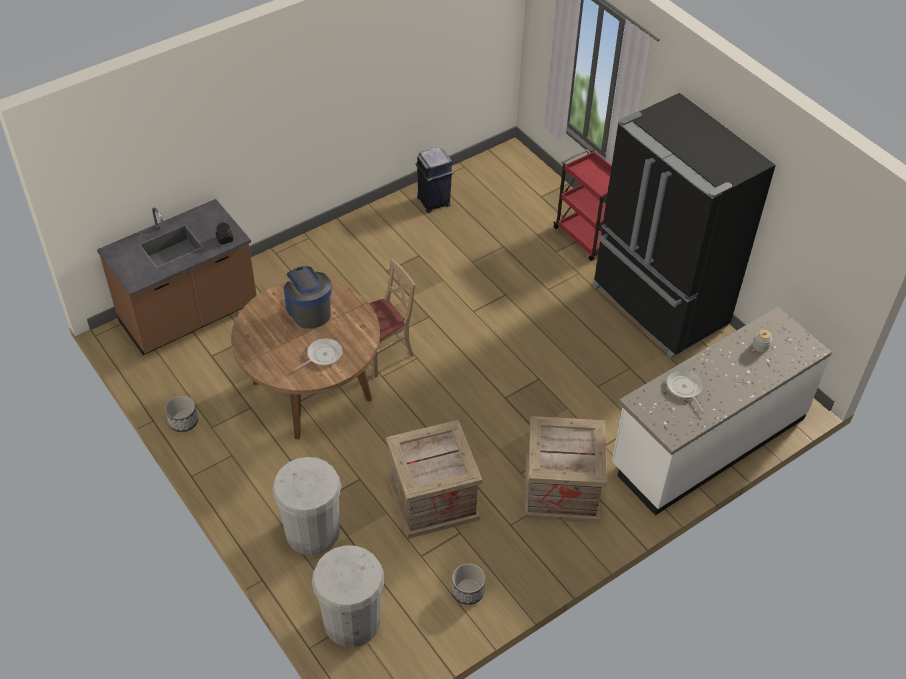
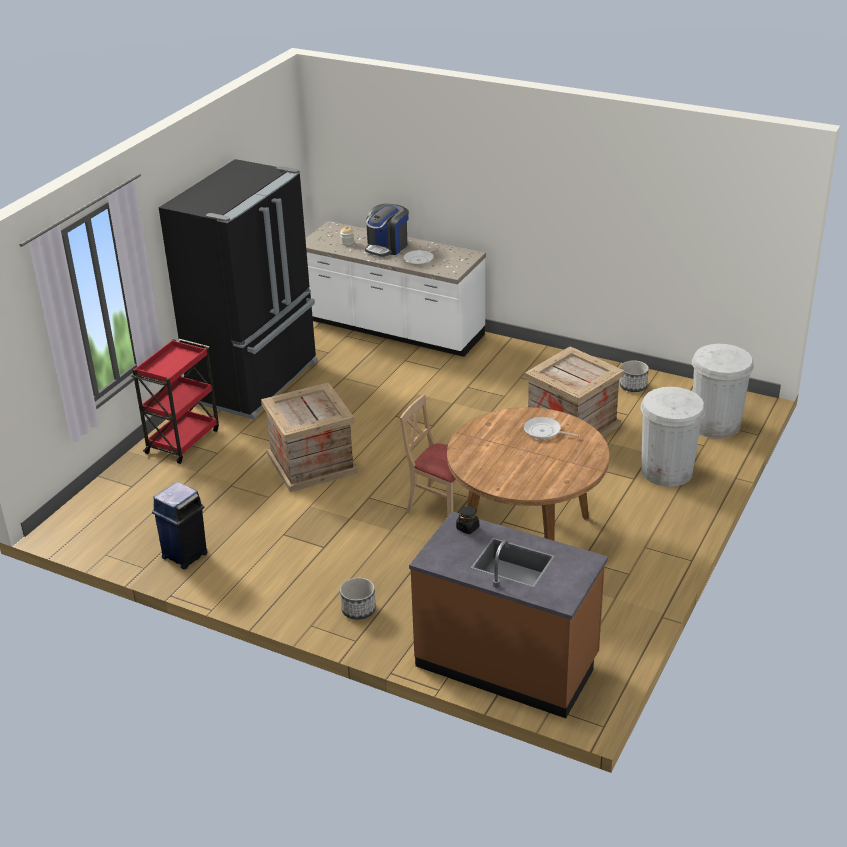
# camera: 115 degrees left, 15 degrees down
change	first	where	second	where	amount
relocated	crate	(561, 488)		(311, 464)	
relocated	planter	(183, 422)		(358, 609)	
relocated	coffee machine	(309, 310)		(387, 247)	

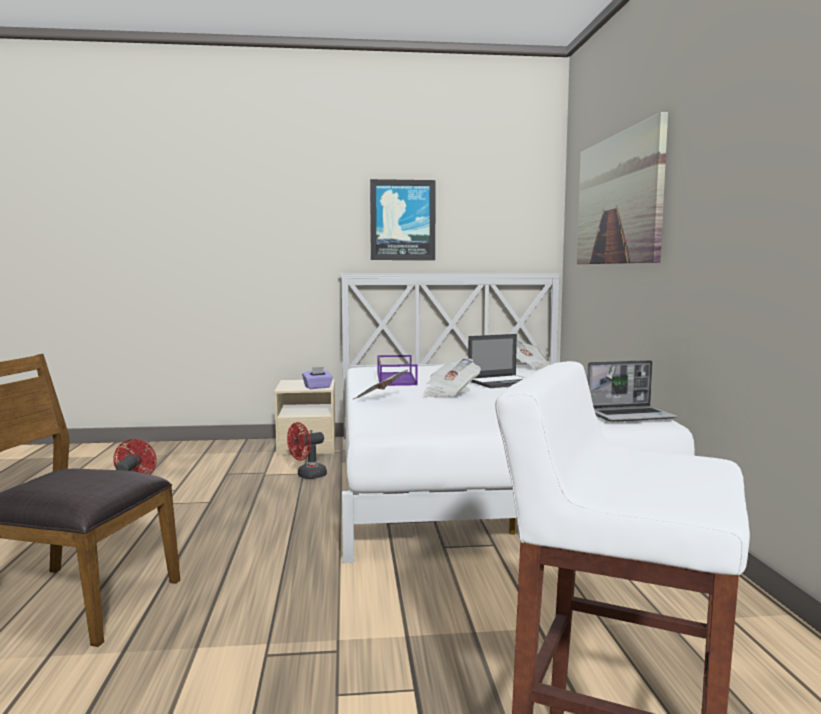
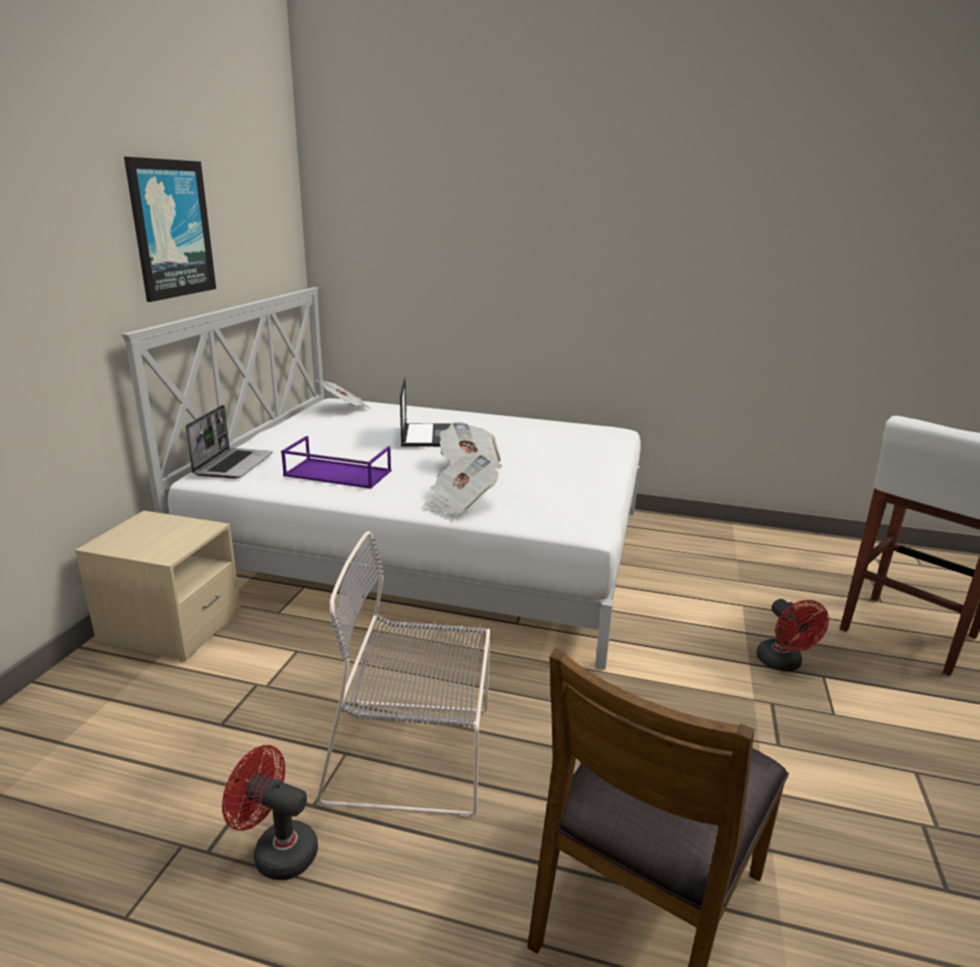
# camera: 70 degrees left, 15 degrees up
change	first	where	second	where	amount
relocated	laptop	(631, 415)		(233, 464)	
appeared			grey chair	(416, 754)	
relocated	red fan	(307, 476)		(783, 664)	
missing	purple tissue box	(317, 387)			
missing	picture	(618, 200)			

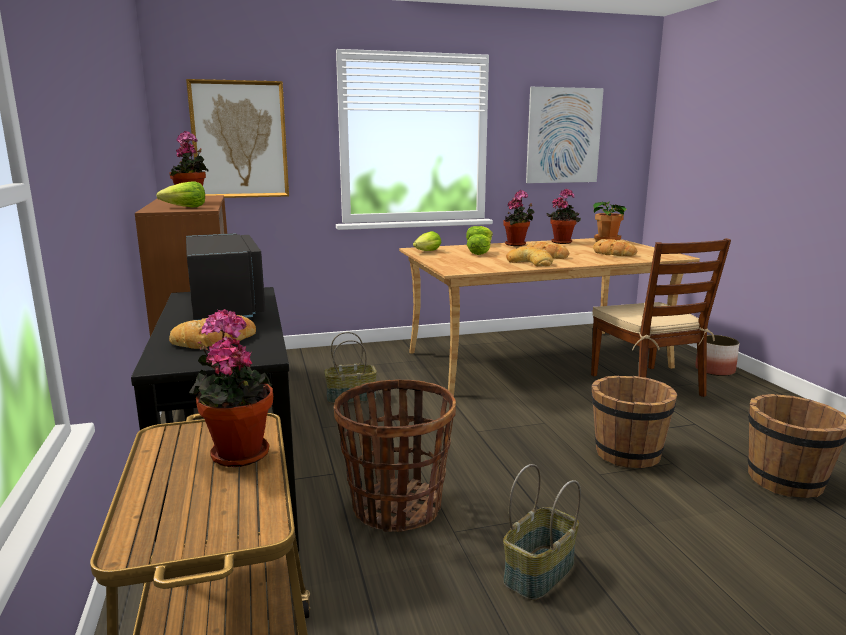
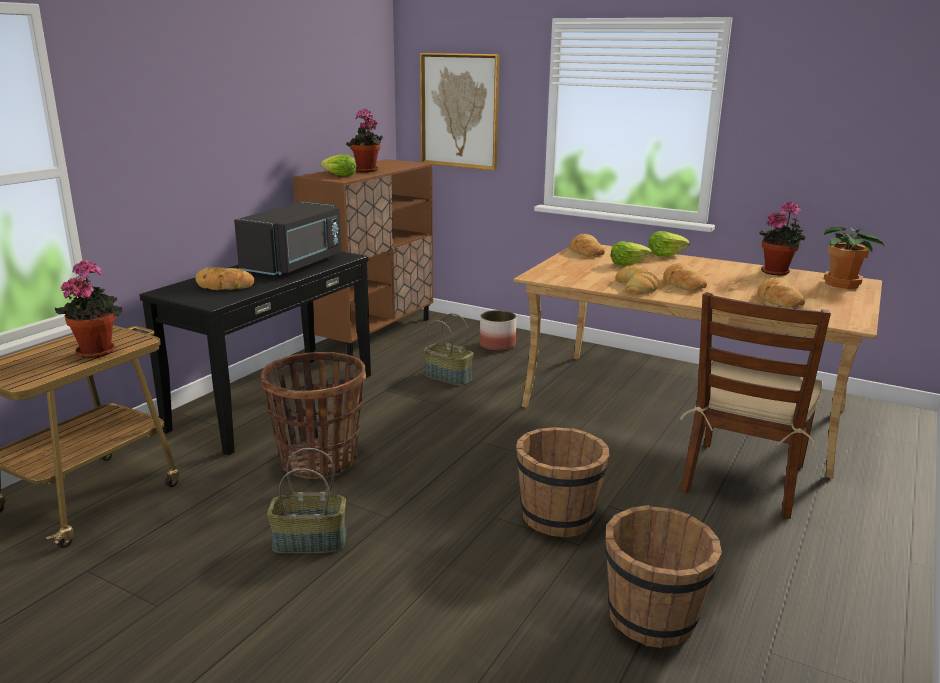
# camera: 45 degrees right, 5 degrees up
change	first	where	second	where	amount
relocated	planter	(715, 370)		(497, 345)	
exchanged	lettuce	(427, 251)	bread	(586, 251)	
missing	potted plant	(517, 244)			
missing	picture	(563, 136)			

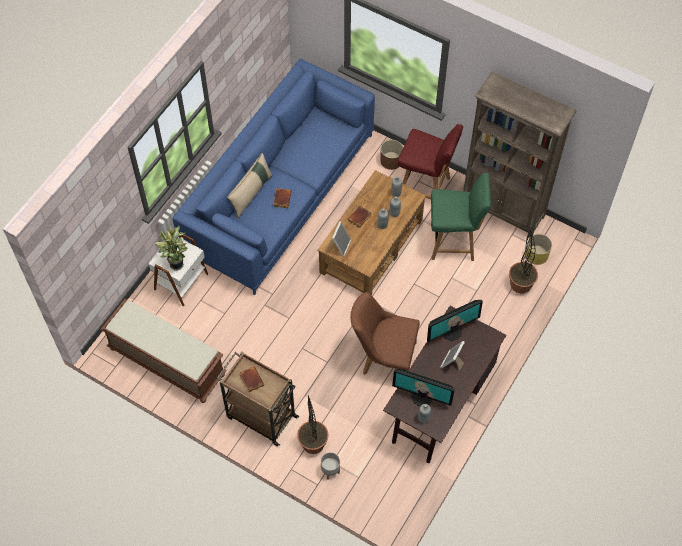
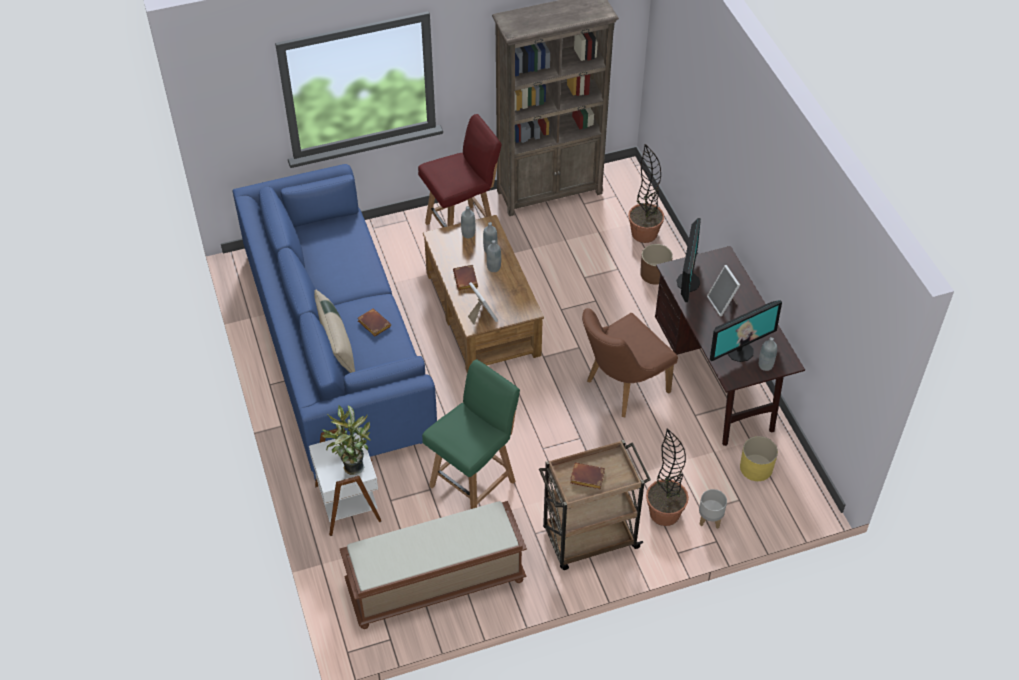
# camera: 50 degrees left, 10 degrees down
change	first	where	second	where	amount
relocated	green chair	(453, 242)		(474, 482)	
relocated	brown planter	(391, 161)		(655, 274)	
relocated	yellow planter	(536, 255)		(756, 468)	

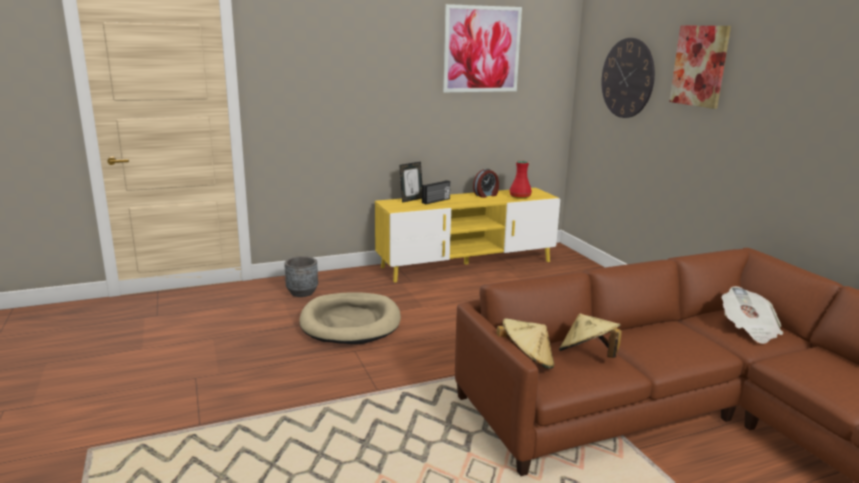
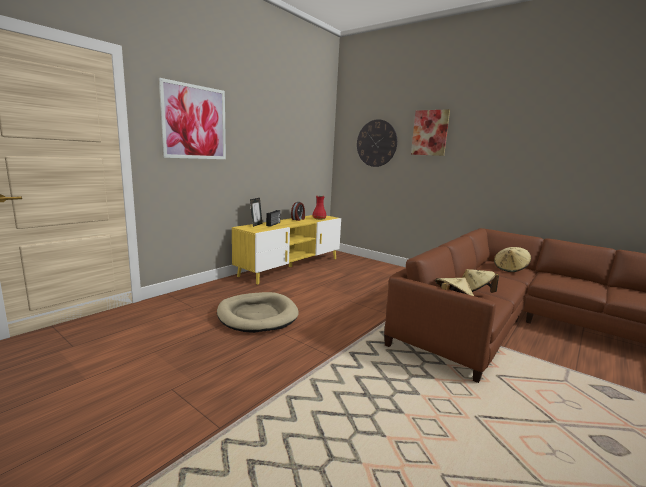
# camera: 30 degrees left, 5 degrees down
change	first	where	second	where	amount
relocated	picture	(482, 49)		(194, 122)	
exchanged	newspaper	(749, 329)	beige hat	(510, 269)	
missing	grey planter	(302, 292)			

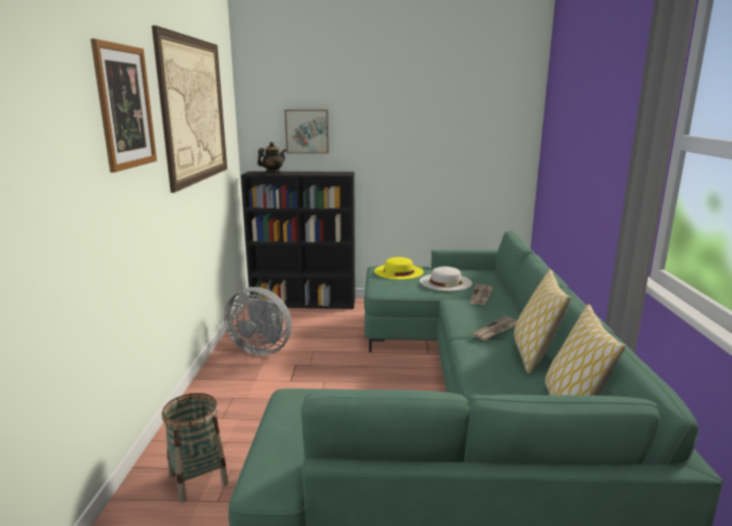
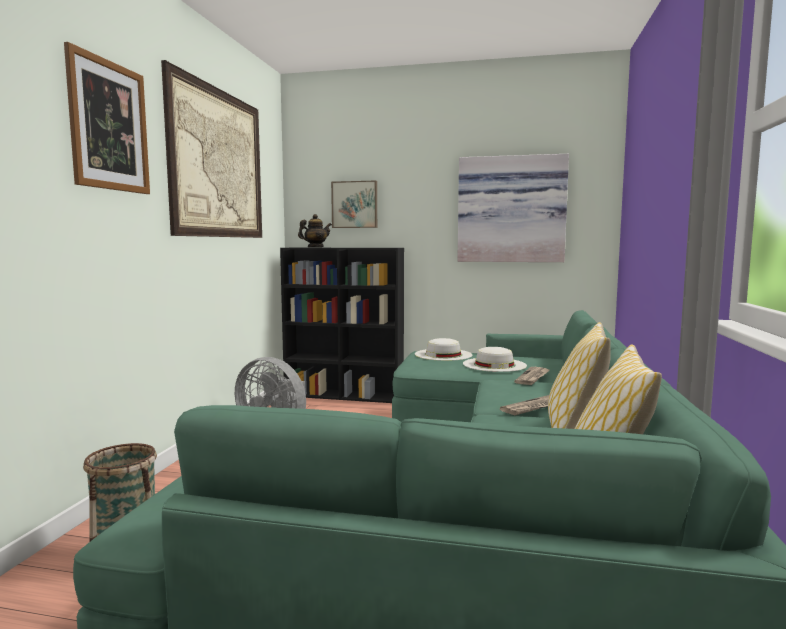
# camera: 10 degrees right, 10 degrees down
change	first	where	second	where	amount
colour	yellow hat	(398, 271)	white hat	(443, 354)	
appeared			picture	(511, 209)	

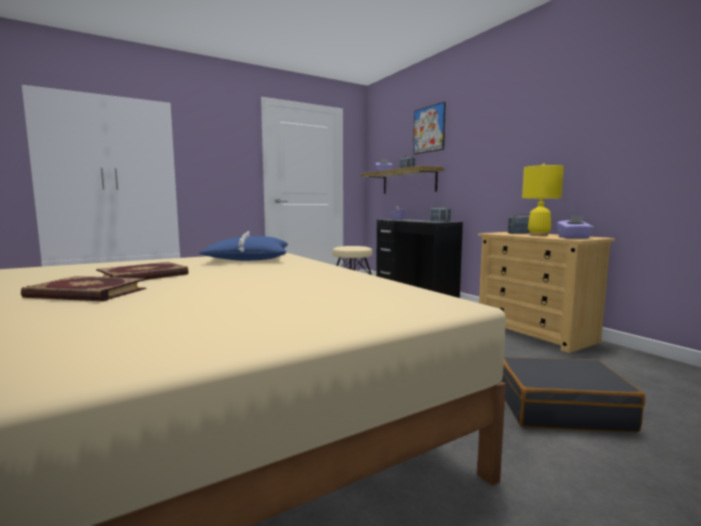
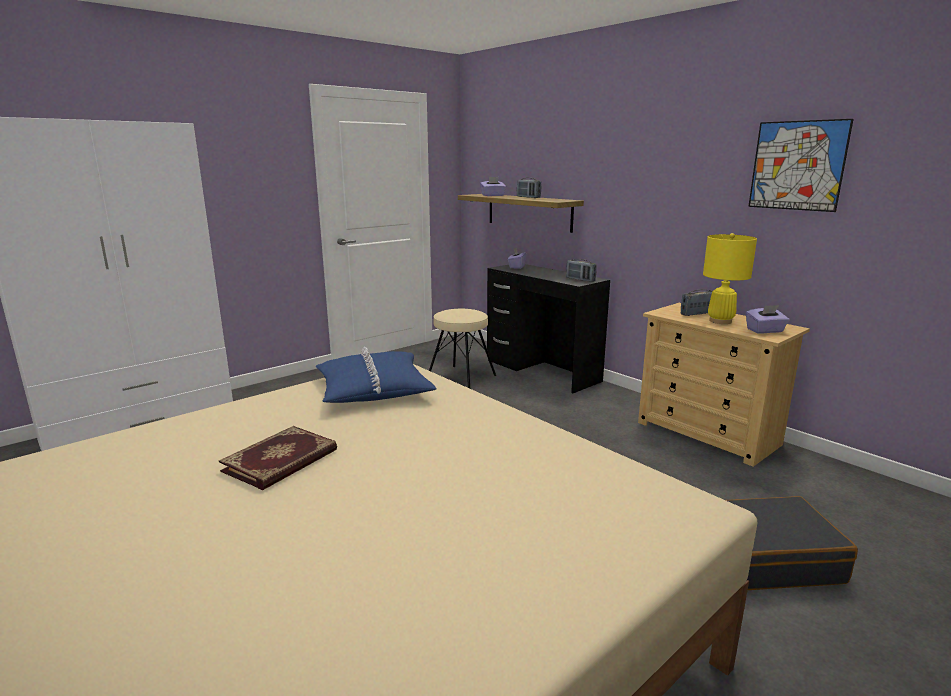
# camera: 10 degrees left, 10 degrees up
change	first	where	second	where	amount
relocated	picture	(428, 129)		(797, 165)	
missing	book	(86, 293)			

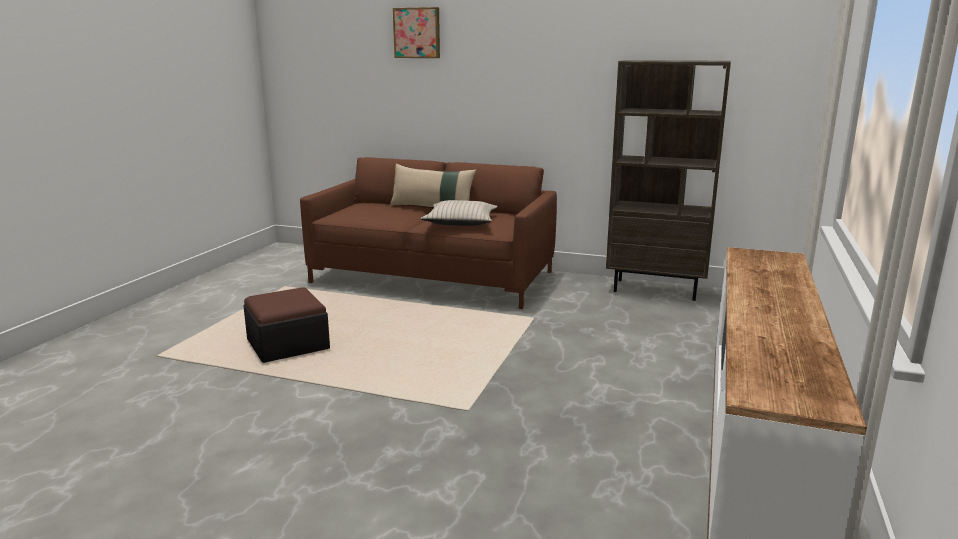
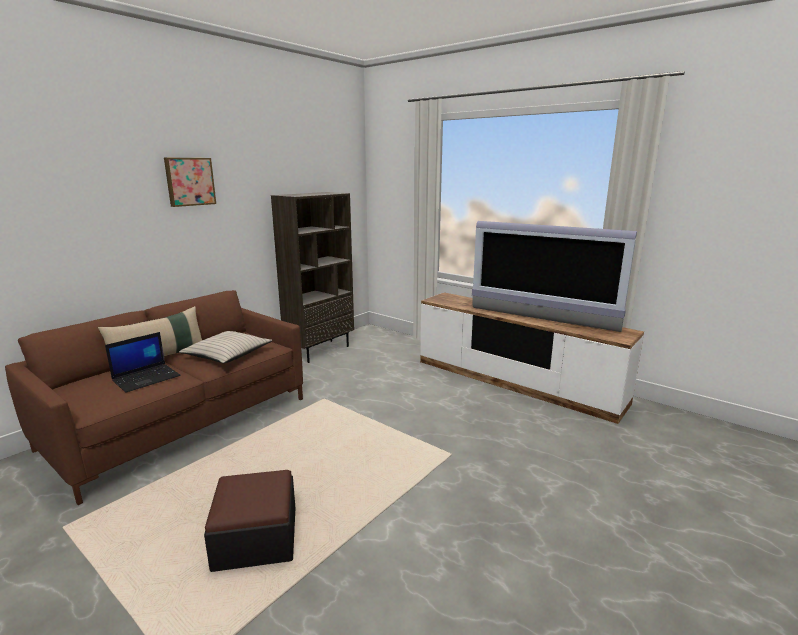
# camera: 70 degrees left, 0 degrees up
change	first	where	second	where	amount
appeared			laptop	(147, 378)	
relocated	picture	(417, 33)		(189, 181)	
appeared			television	(541, 319)	

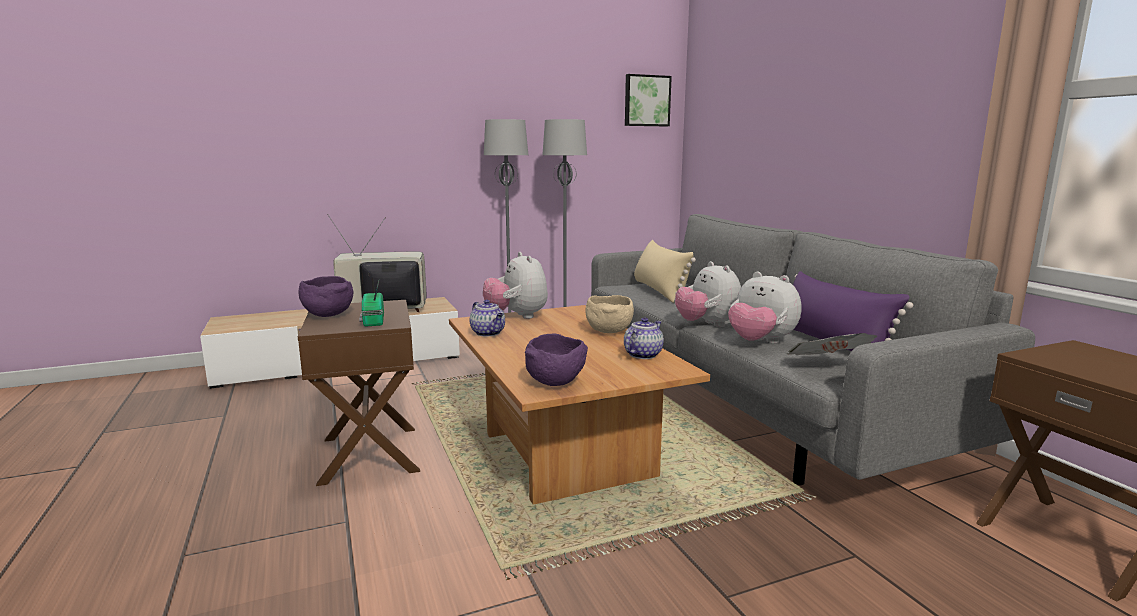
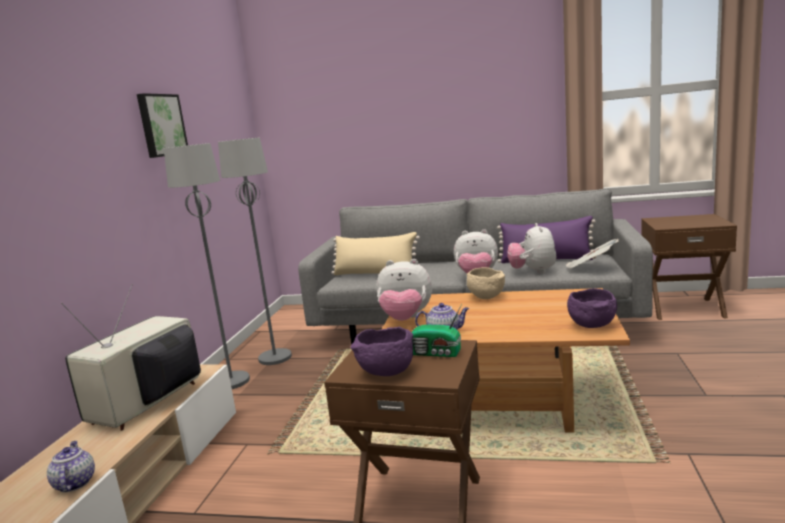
# camera: 55 degrees left, 0 degrees up
change	first	where	second	where	amount
relocated	teapot	(643, 354)		(74, 483)	
relocated	picture	(646, 101)		(161, 125)	
spun	plush toy	(760, 342)		(533, 272)	105 degrees clockwise

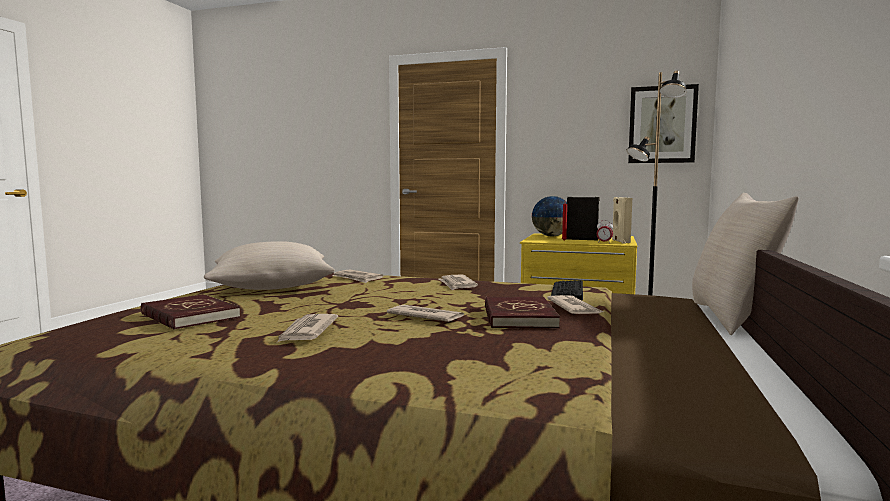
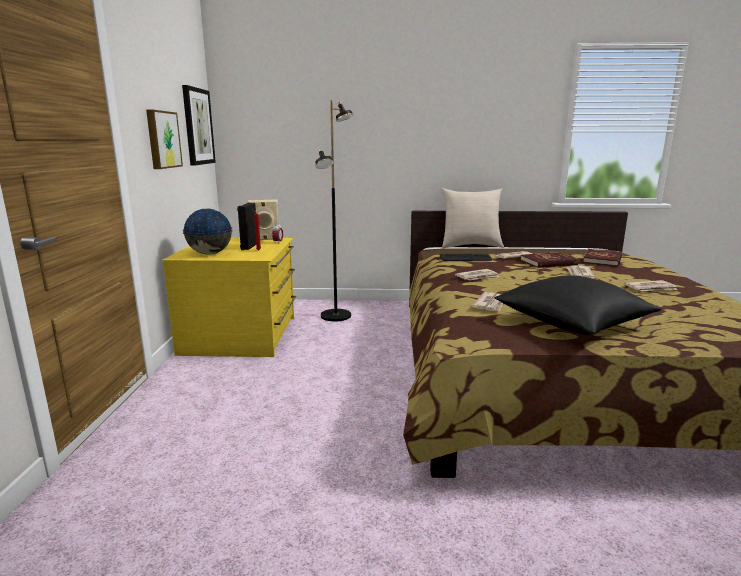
# camera: 105 degrees left, 10 degrees up
change	first	where	second	where	amount
appeared			picture	(162, 139)	
colour	beige pillow	(272, 286)	black pillow	(572, 323)	
relocated	red book	(189, 316)		(602, 260)	

